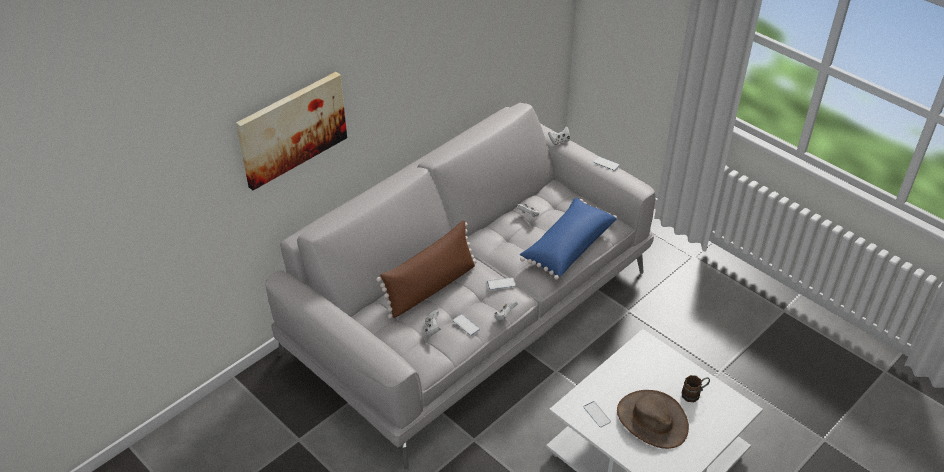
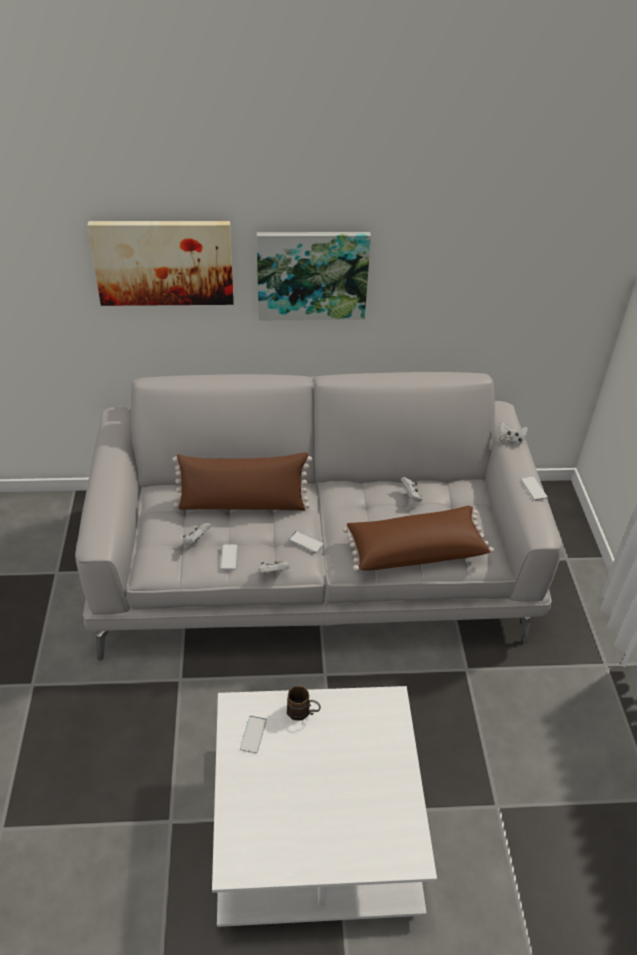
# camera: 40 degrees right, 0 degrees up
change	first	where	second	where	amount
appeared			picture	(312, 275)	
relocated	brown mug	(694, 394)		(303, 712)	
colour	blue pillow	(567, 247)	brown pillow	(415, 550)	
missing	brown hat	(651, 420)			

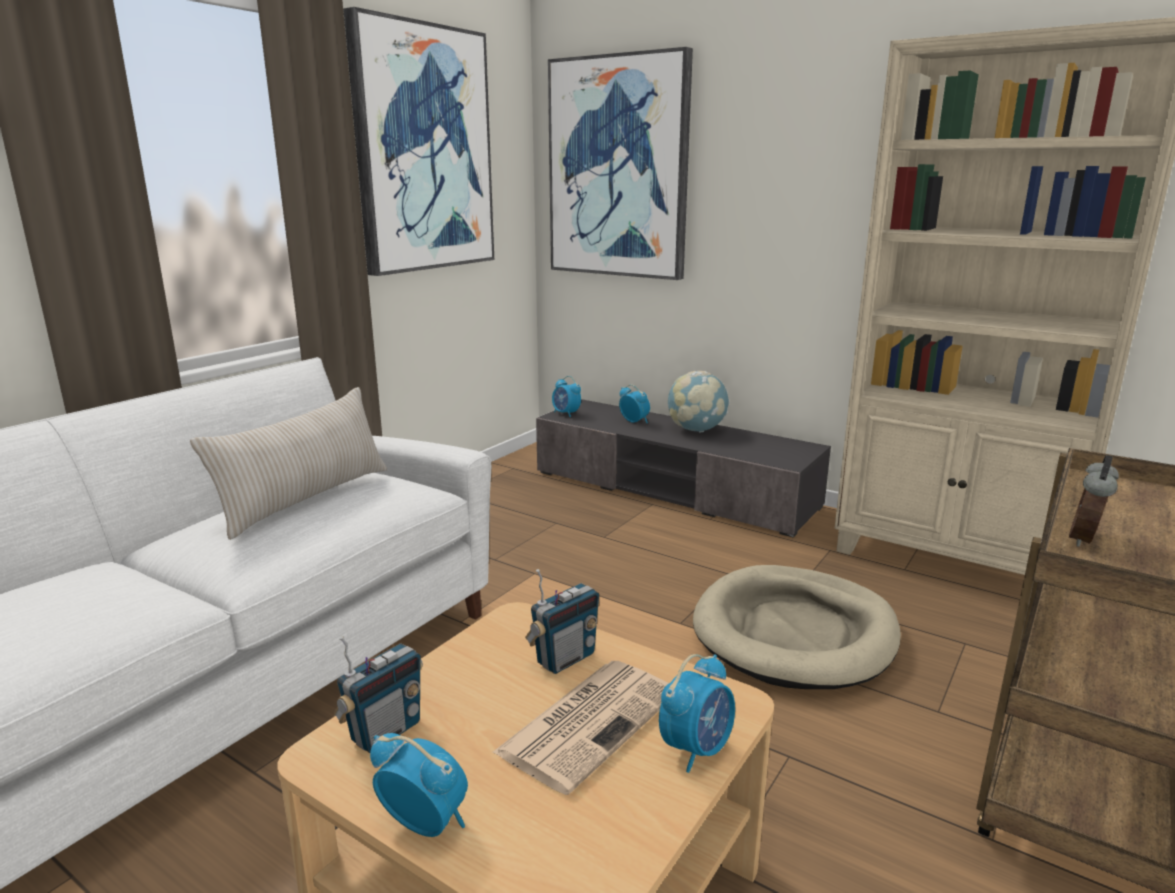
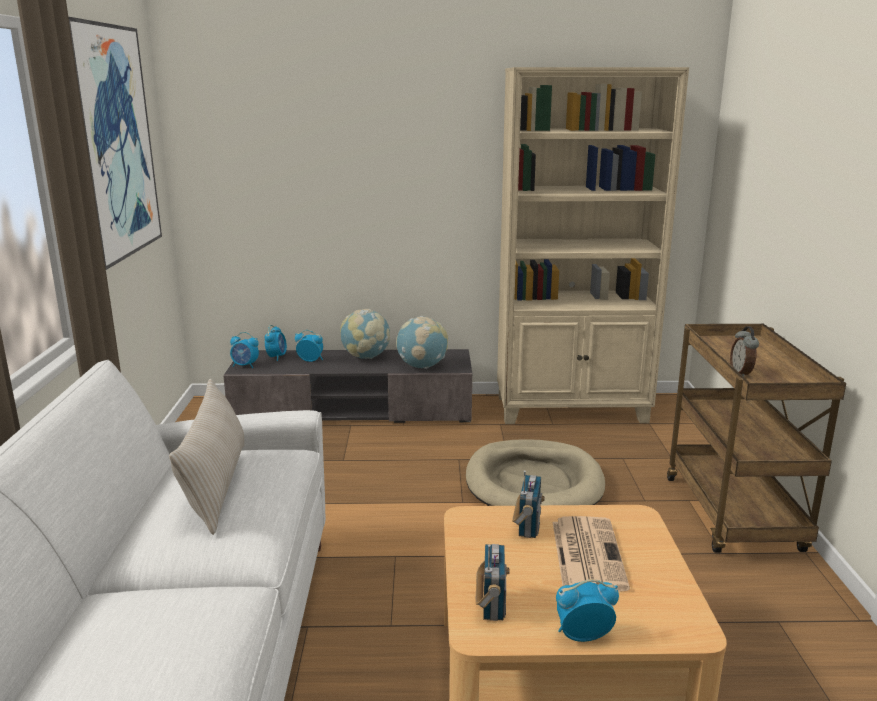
# camera: 35 degrees left, 0 degrees up
change	first	where	second	where	amount
relocated	alarm clock	(696, 748)		(276, 357)	
appeared			globe	(422, 366)	
missing	picture	(618, 168)			

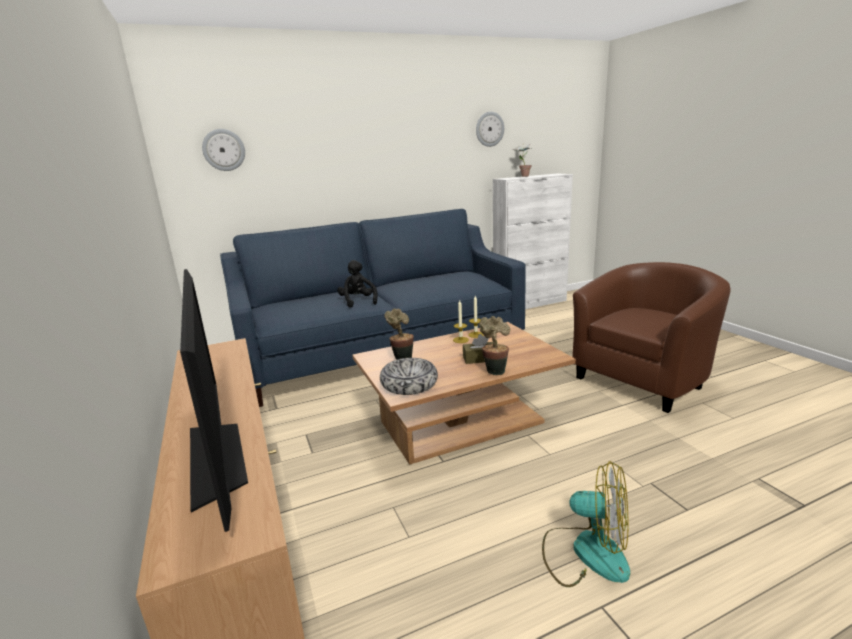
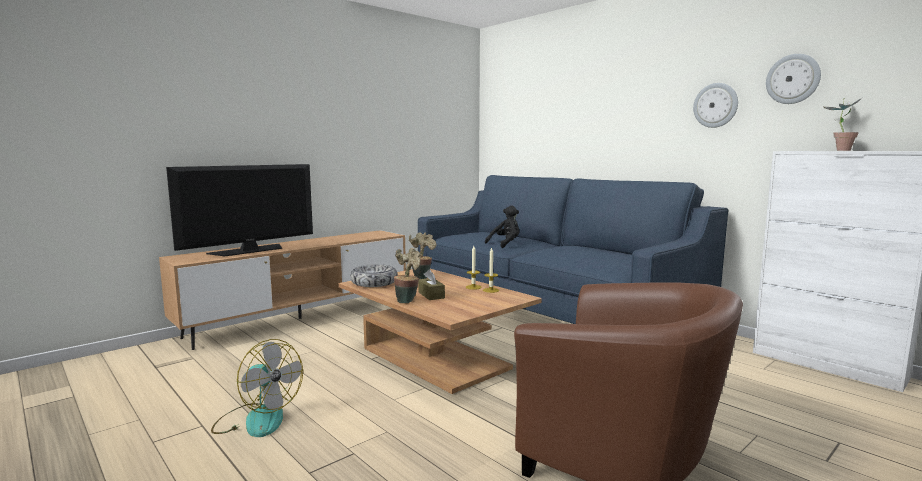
# camera: 70 degrees right, 10 degrees down
change	first	where	second	where	amount
spun	fan	(586, 552)		(257, 419)	60 degrees counterclockwise
relocated	wall clock	(224, 150)		(715, 105)	

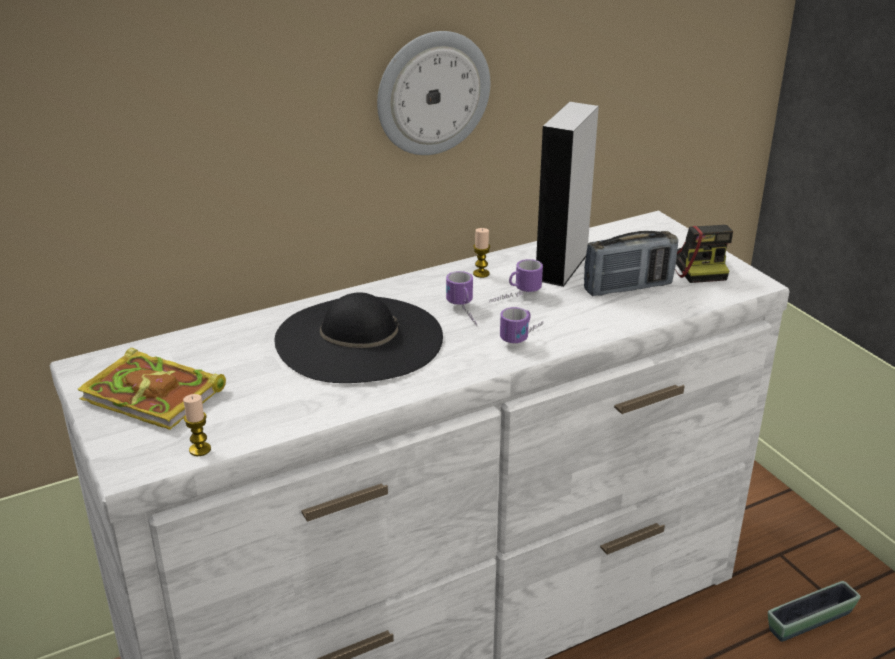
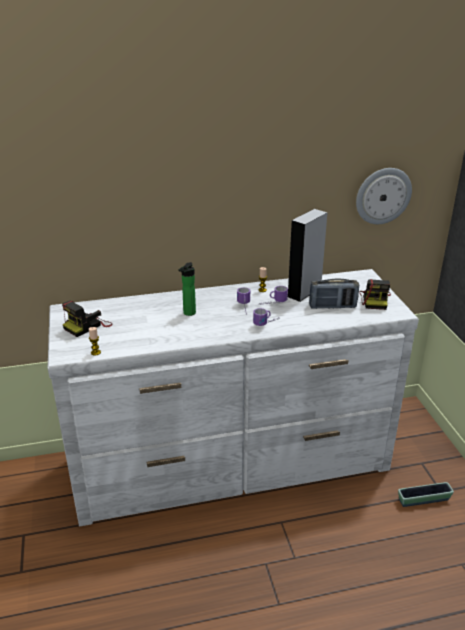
# camera: 15 degrees right, 0 degrees up
change	first	where	second	where	amount
exchanged	book	(156, 395)	photo camera	(87, 326)	
exchanged	black hat	(359, 339)	bottle	(188, 313)	
relocated	wall clock	(432, 93)		(383, 195)	

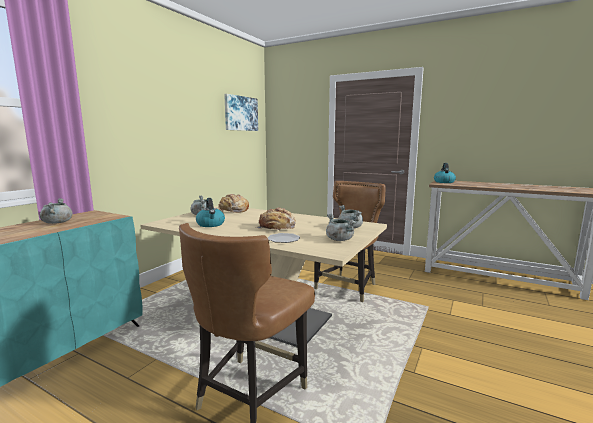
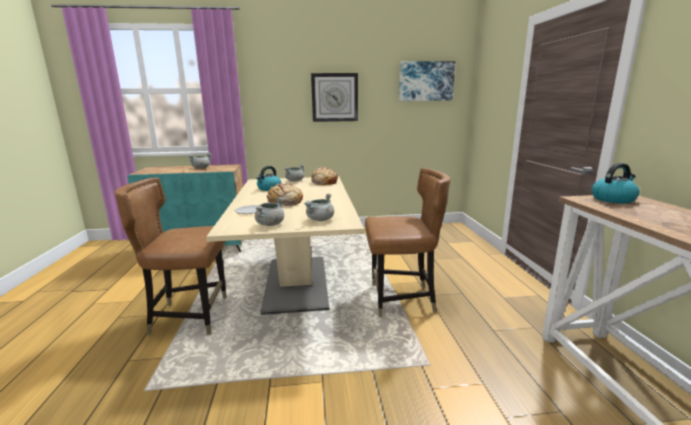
# camera: 55 degrees right, 5 degrees up
change	first	where	second	where	amount
appeared			wall clock	(334, 97)	

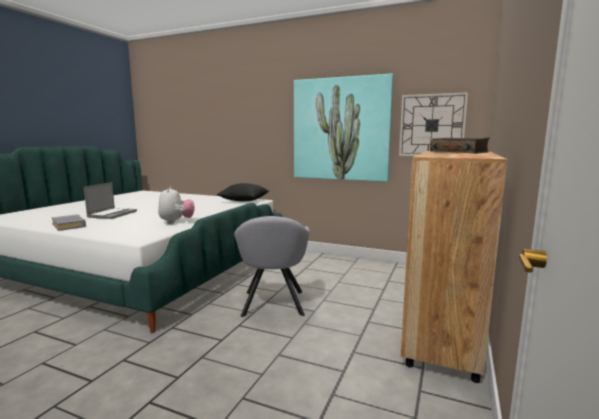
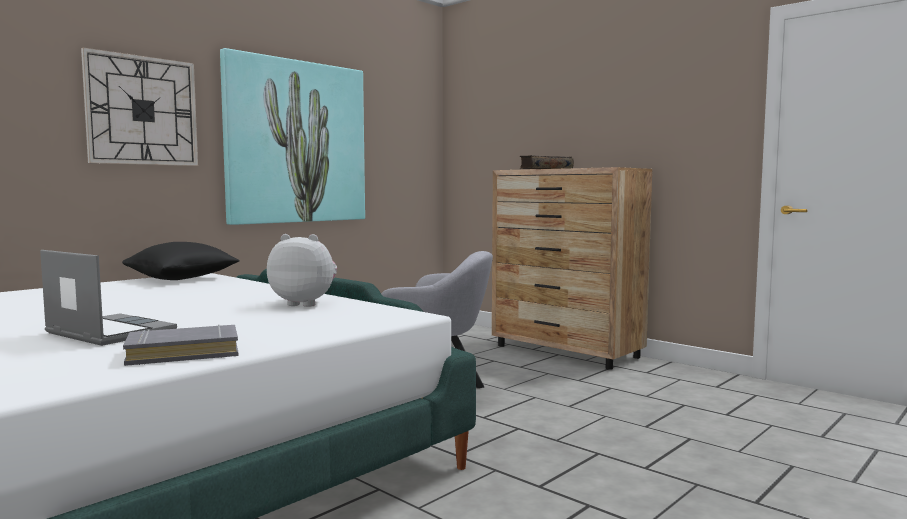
# camera: 70 degrees left, 5 degrees down
change	first	where	second	where	amount
relocated	wall clock	(432, 125)		(142, 111)	

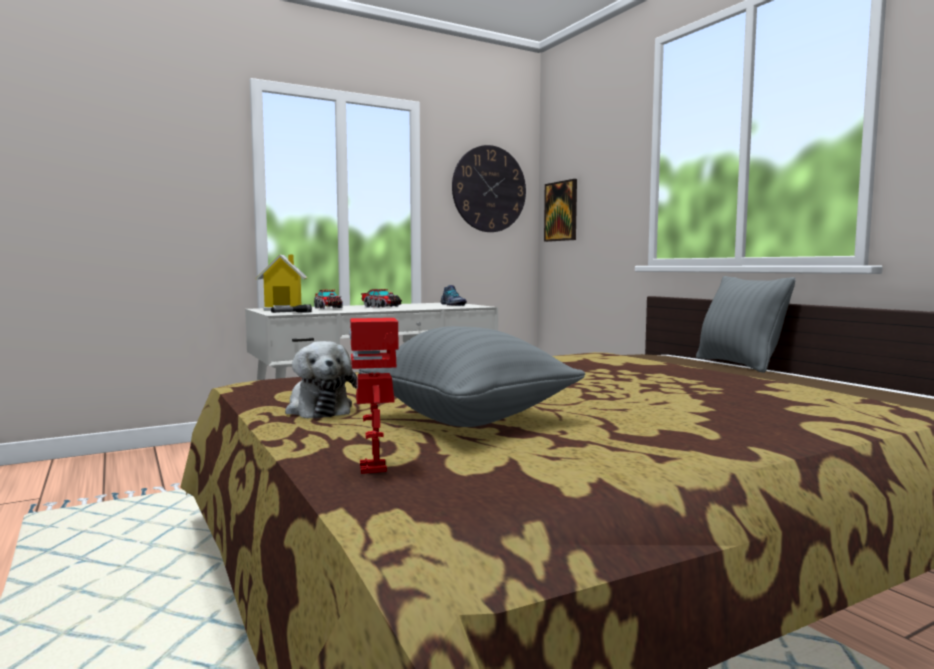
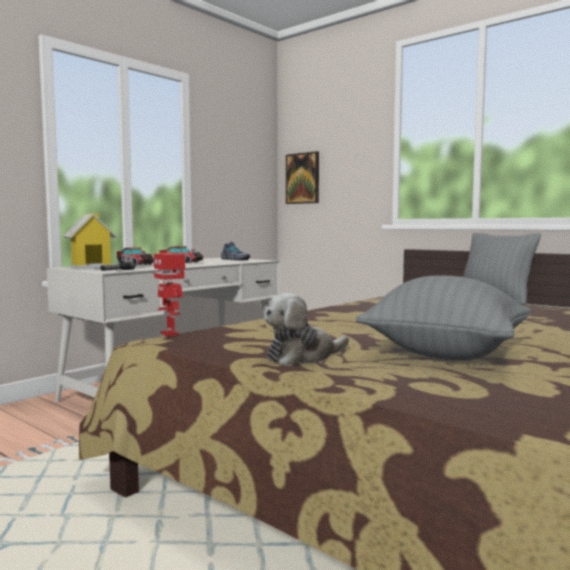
# camera: 20 degrees left, 0 degrees up
change	first	where	second	where	amount
relocated	toy robot	(375, 467)		(170, 334)	
spun	plush toy	(318, 409)		(303, 357)	105 degrees clockwise
missing	wall clock	(489, 189)			

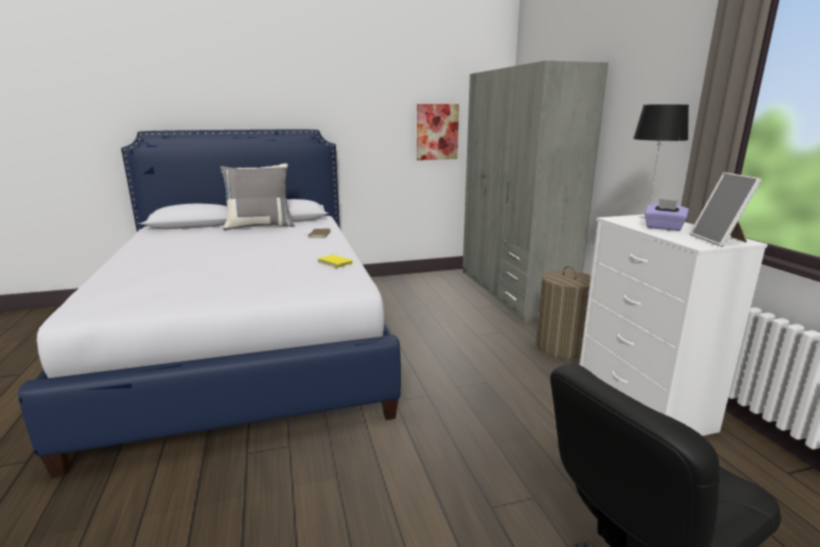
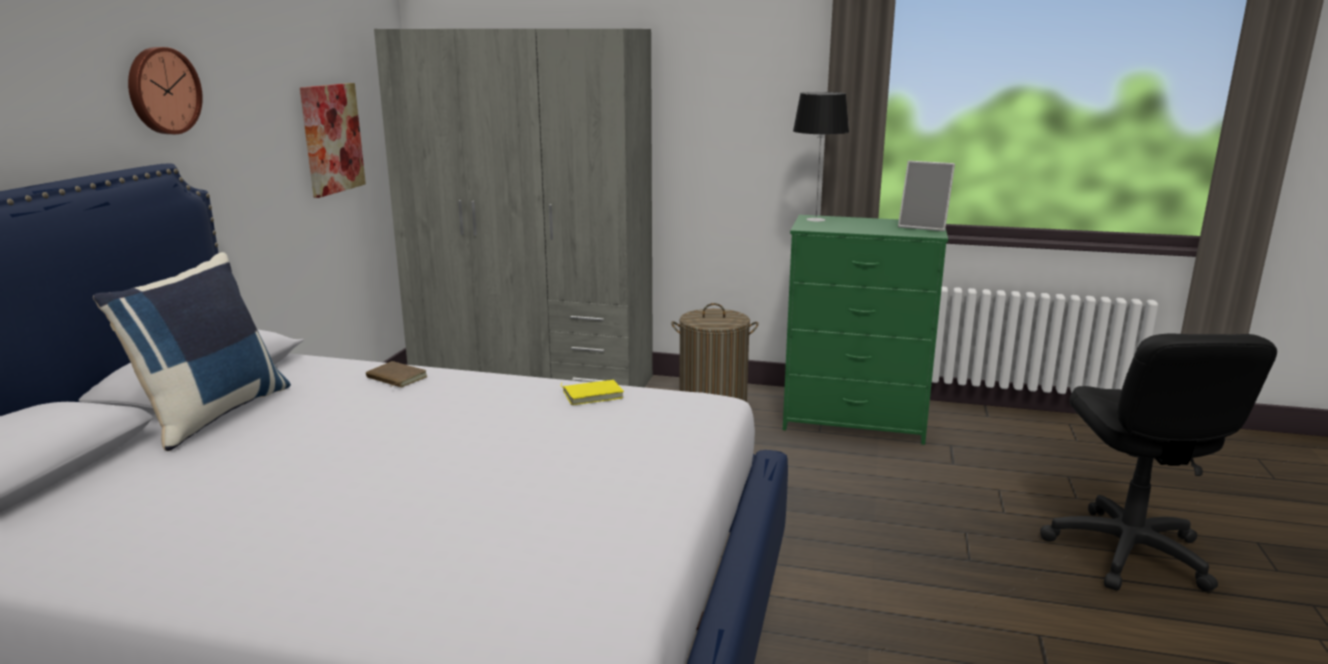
# camera: 60 degrees left, 0 degrees up
change	first	where	second	where	amount
colour	grey pillow	(260, 226)	blue pillow	(212, 414)	
appeared			wall clock	(162, 91)	
colour	white dresser	(643, 402)	green dresser	(855, 421)	
missing	purple tissue box	(663, 228)			

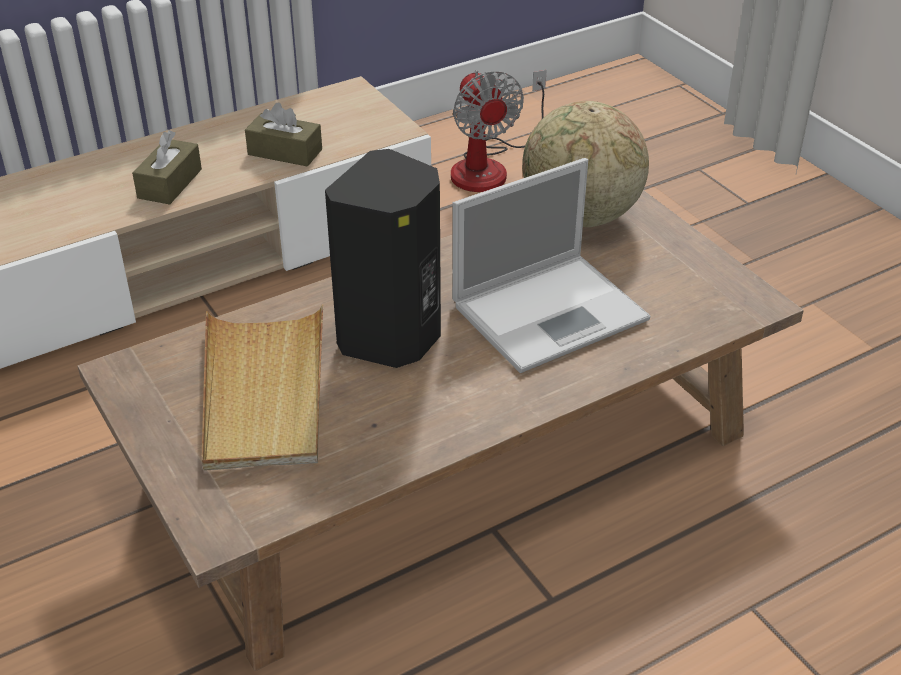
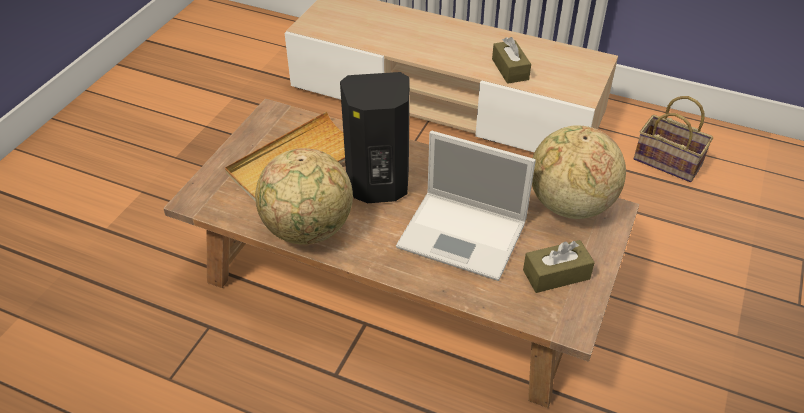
# camera: 55 degrees right, 5 degrees up
change	first	where	second	where	amount
appeared			globe	(308, 230)	
relocated	brown tissue box	(170, 183)		(556, 274)	
exchanged	fan	(490, 166)	basket	(669, 162)	

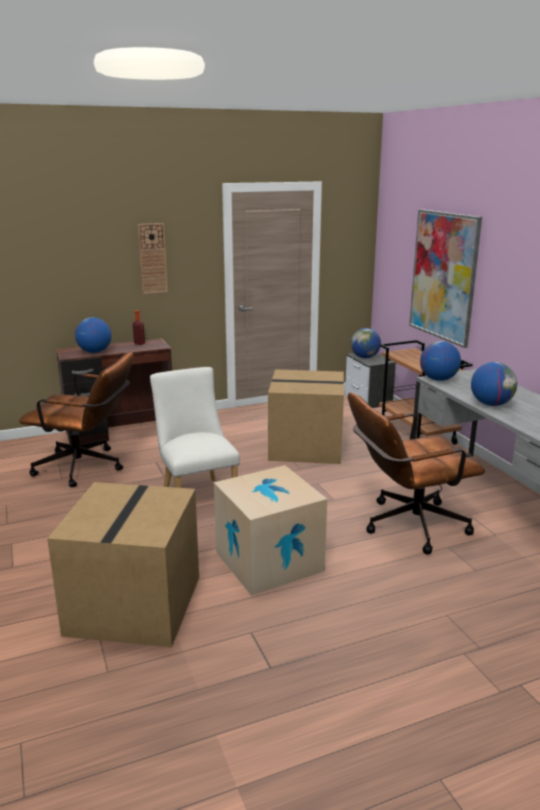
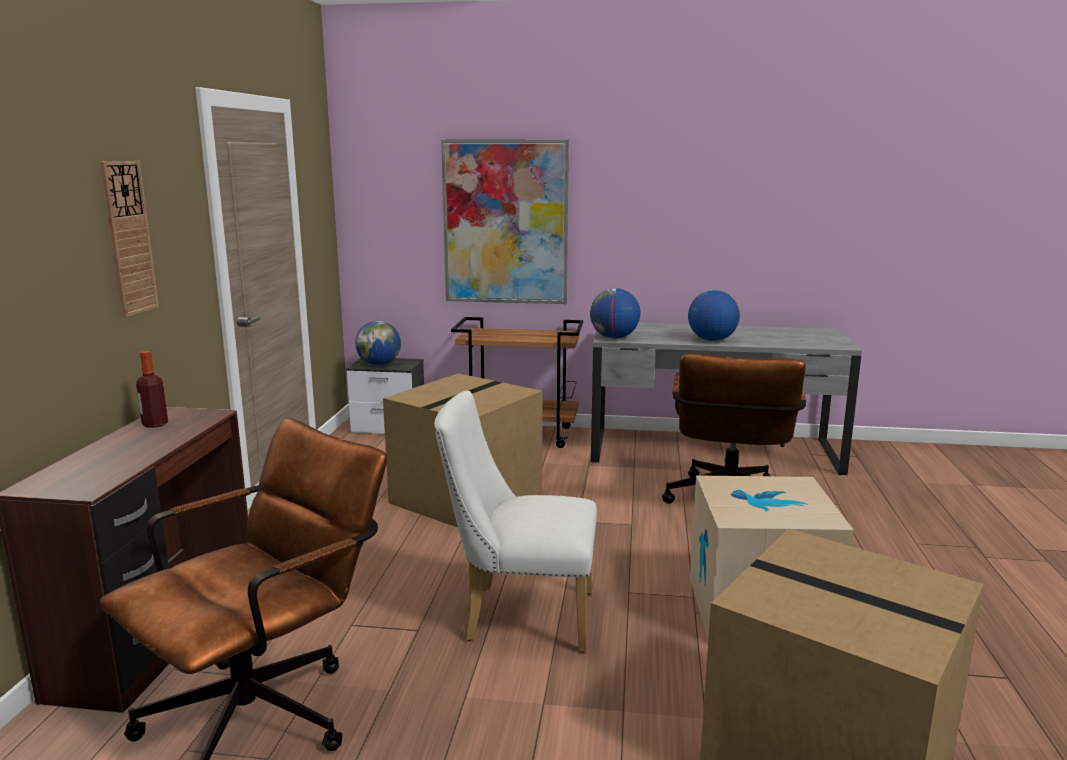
# camera: 60 degrees left, 5 degrees down
change	first	where	second	where	amount
missing	globe	(94, 352)			

